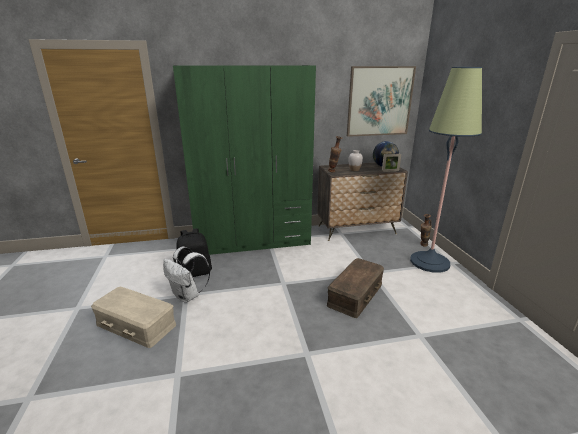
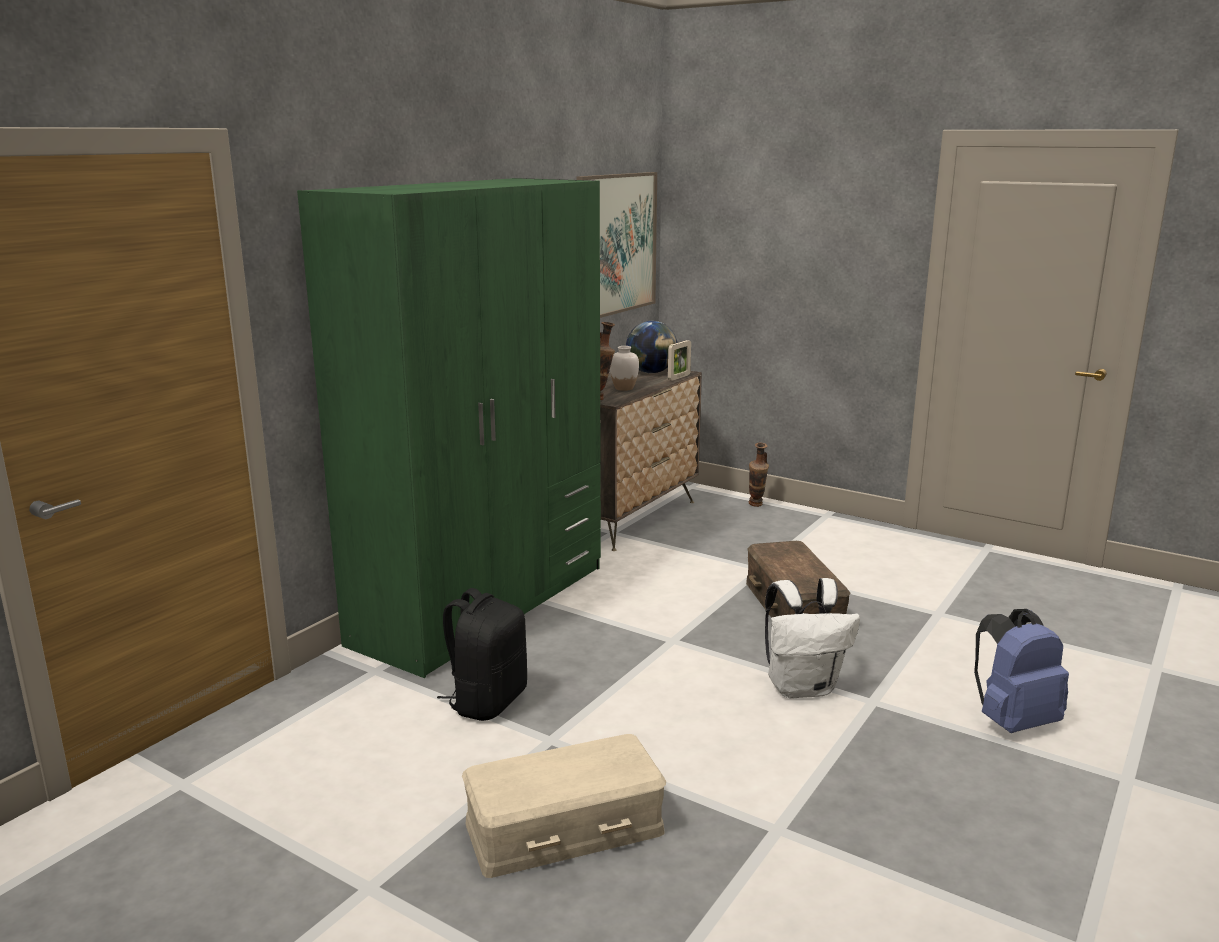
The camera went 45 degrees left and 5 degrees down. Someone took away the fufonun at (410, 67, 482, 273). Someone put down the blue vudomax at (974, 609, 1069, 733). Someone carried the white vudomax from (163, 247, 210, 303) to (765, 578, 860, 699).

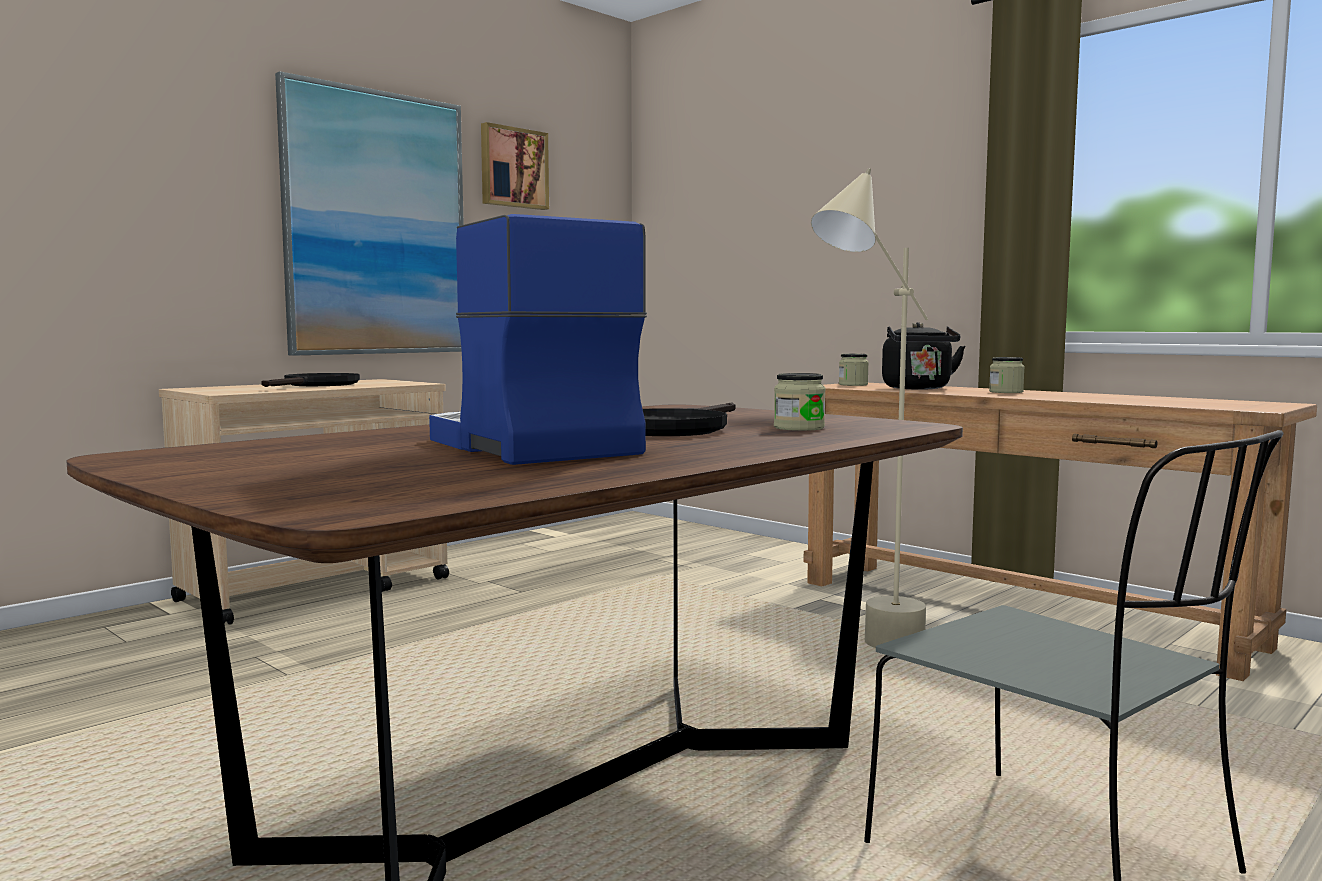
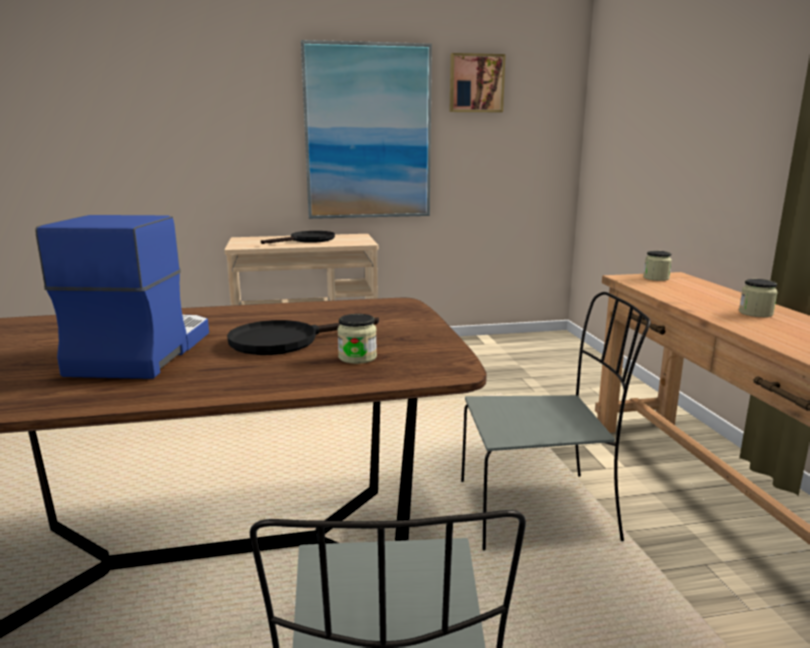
The camera went 35 degrees right and 10 degrees up. Someone took away the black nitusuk at (882, 322, 965, 389). Someone swapped the beige fufonun at (811, 168, 928, 648) for the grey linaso at (461, 292, 651, 550).

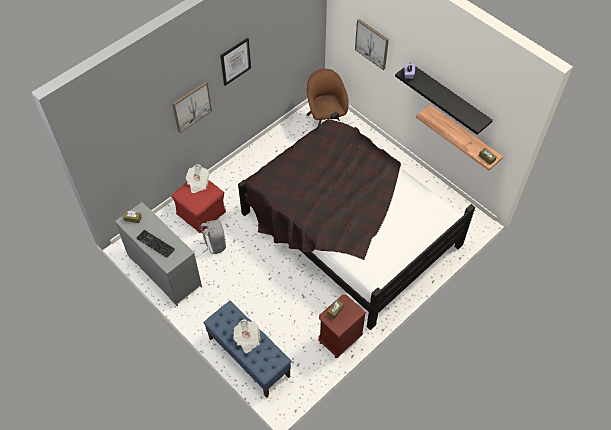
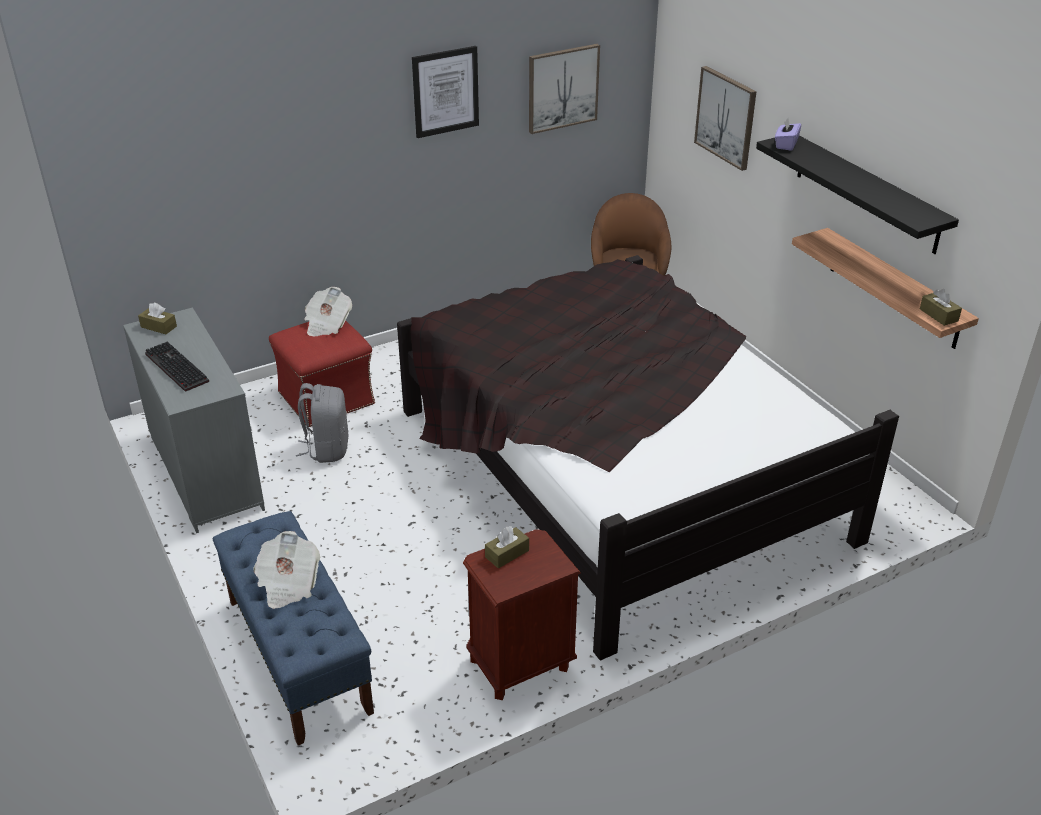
The camera went 15 degrees right and 20 degrees down. Someone carried the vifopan from (172, 81, 212, 133) to (529, 44, 600, 134).

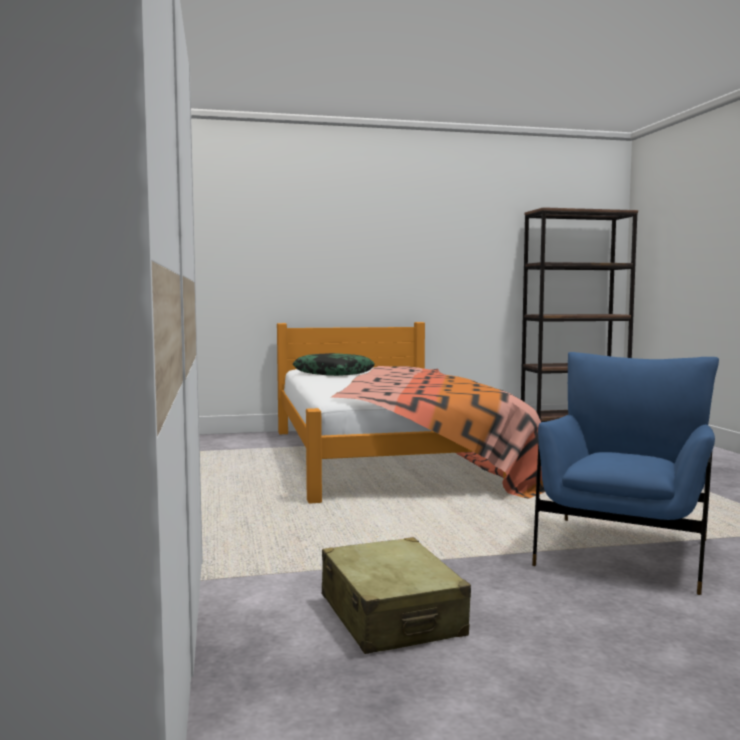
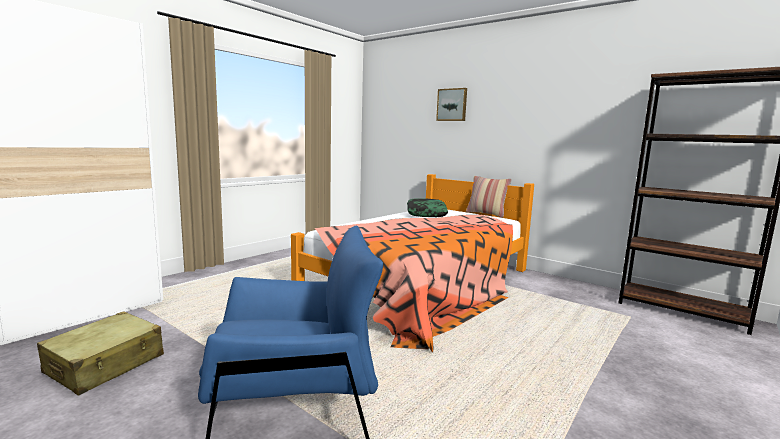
The camera went 50 degrees right and 5 degrees up. Someone put up the vifopan at (436, 88, 467, 121). Someone put down the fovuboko at (466, 176, 512, 218).

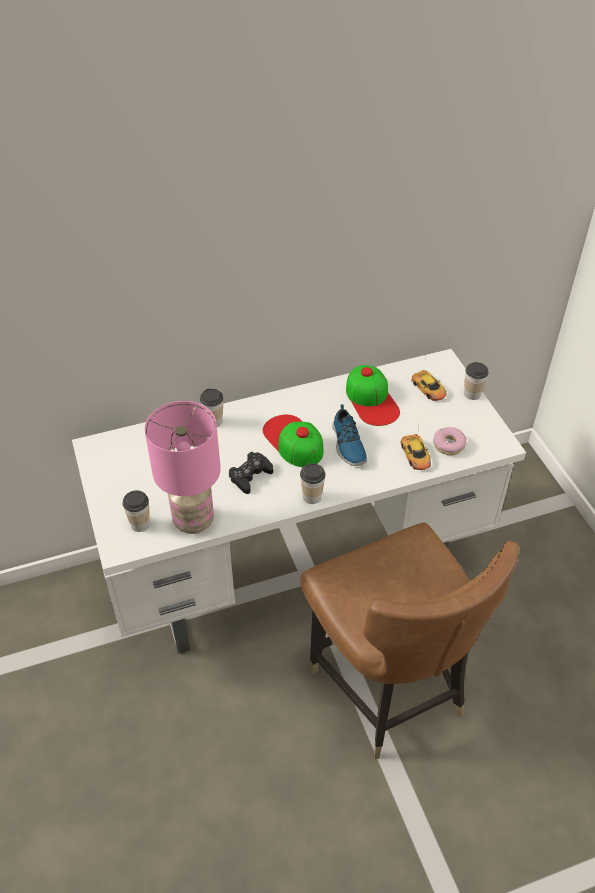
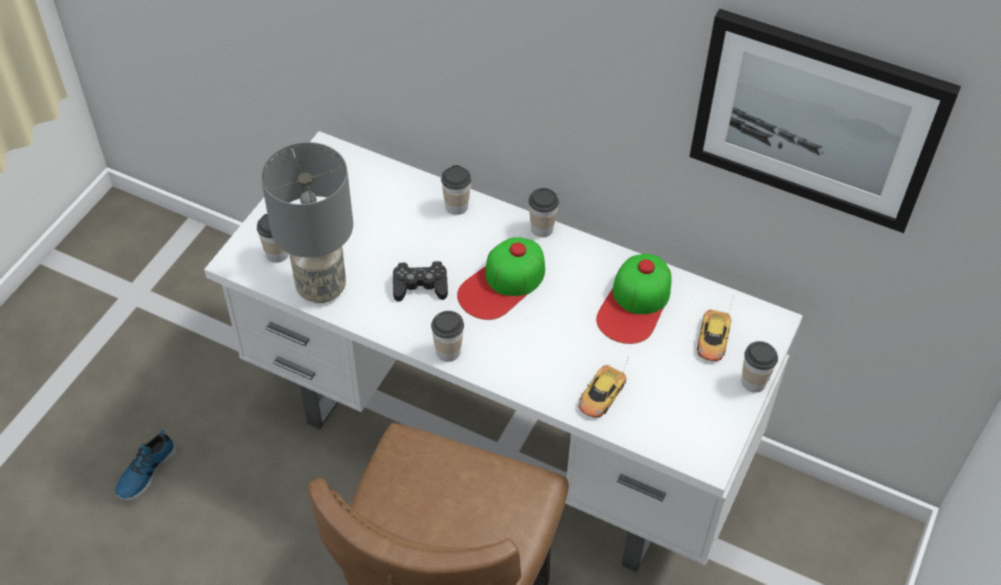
The camera went 45 degrees right and 5 degrees up. Someone took away the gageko at (433, 427, 467, 455). Someone put down the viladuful at (528, 188, 559, 237). Someone put up the vifopan at (689, 9, 961, 233). Someone carried the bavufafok from (332, 404, 367, 466) to (115, 430, 177, 501). Someone repainted the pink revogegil at (144, 401, 221, 534), which became the grey revogegil at (261, 142, 353, 303). Someone rotated the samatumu at (263, 415, 323, 467) by 150 degrees counterclockwise.

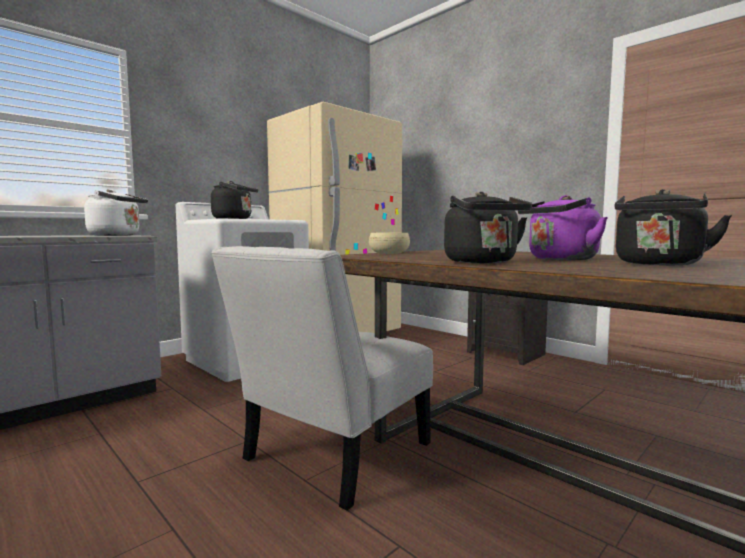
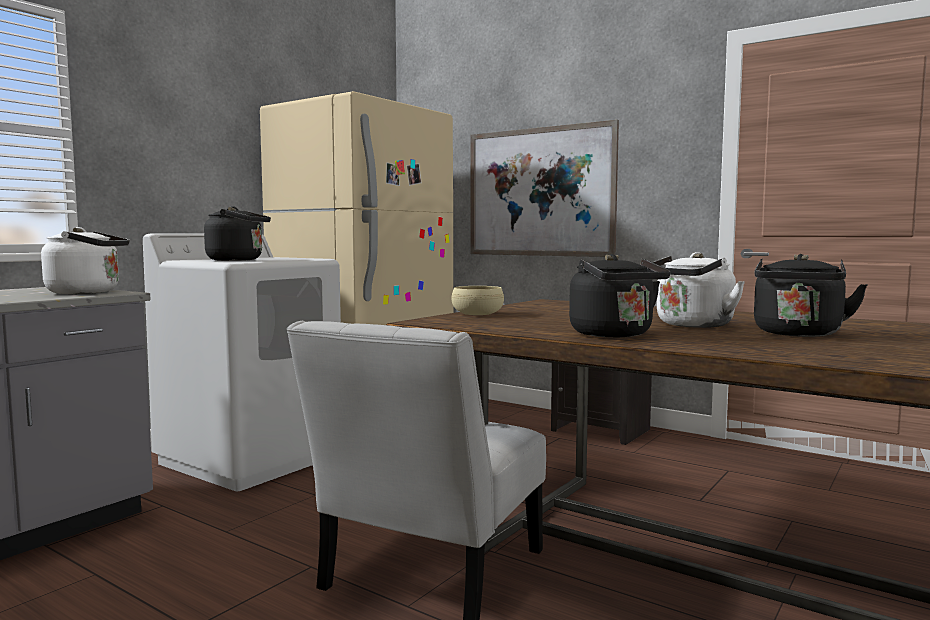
The camera went 10 degrees left and 0 degrees up. Someone put up the vifopan at (470, 120, 619, 257). Someone repainted the purple nitusuk at (518, 195, 608, 260), which became the white nitusuk at (647, 252, 745, 328).

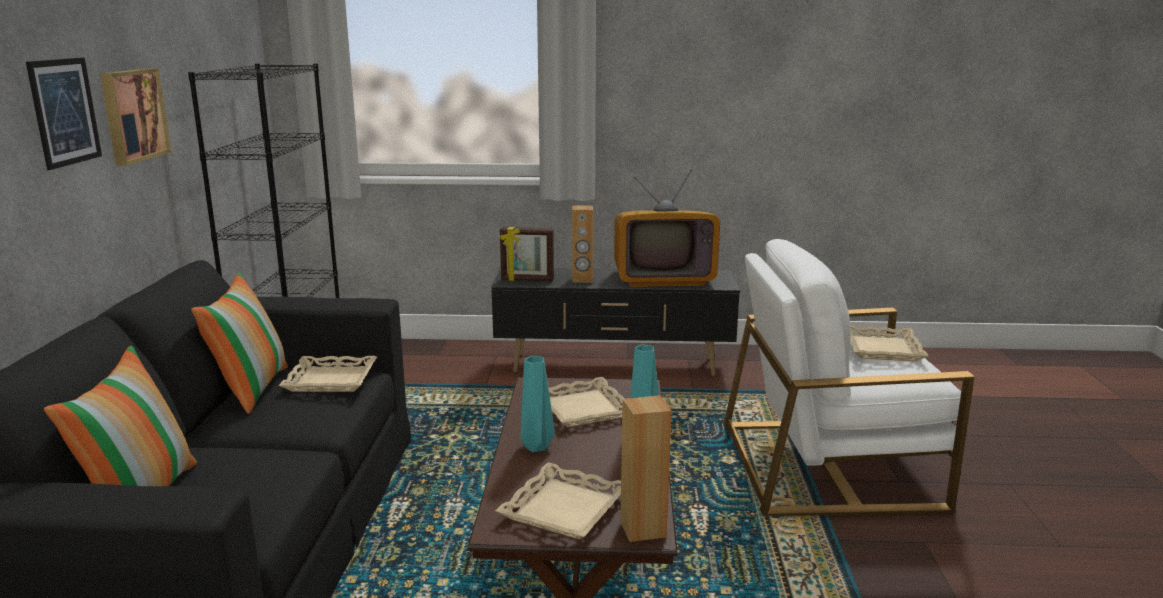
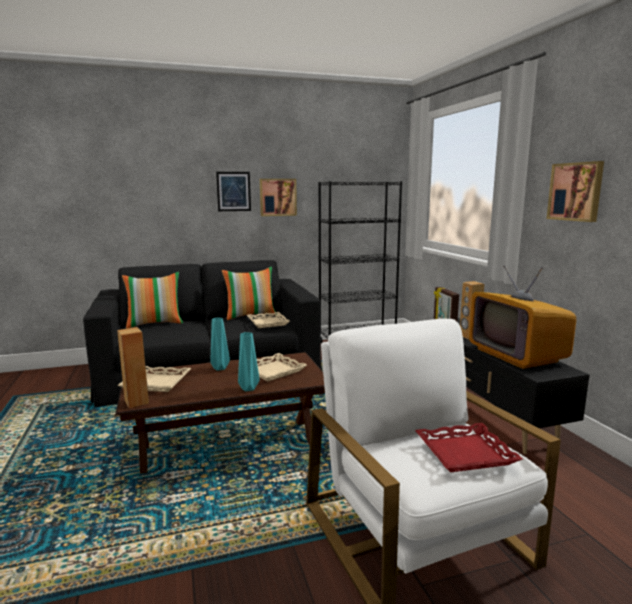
The camera went 70 degrees right and 5 degrees down. Someone put up the vifopan at (547, 161, 604, 222). Someone repainted the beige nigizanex at (850, 325, 928, 362), which became the red nigizanex at (415, 423, 523, 472).

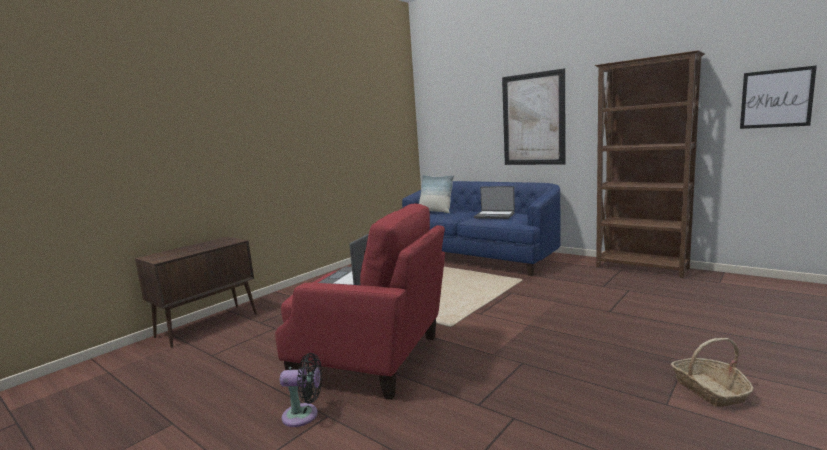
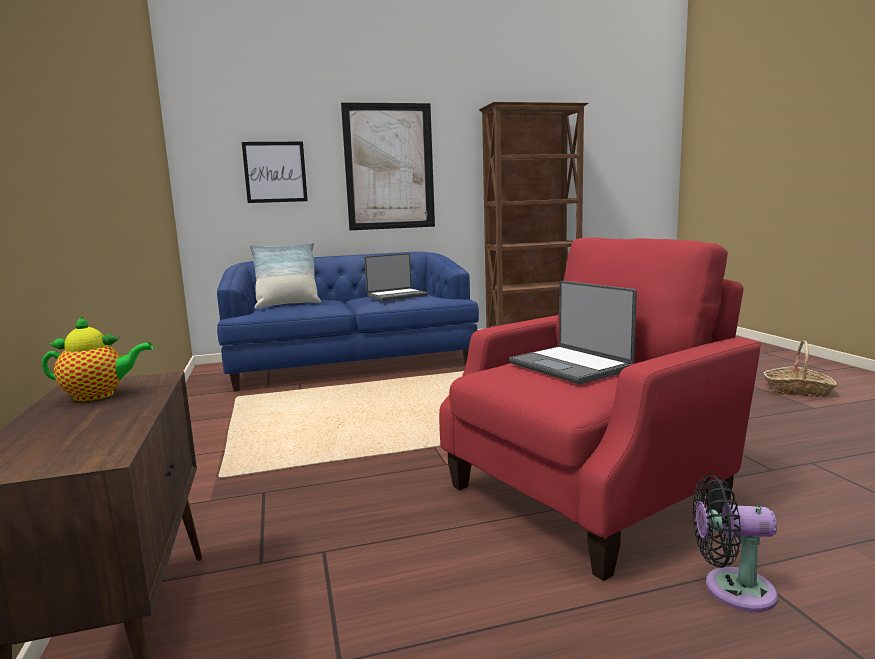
The camera went 55 degrees left and 0 degrees up. Someone put down the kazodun at (41, 316, 153, 401). Someone carried the vifopan from (740, 65, 817, 129) to (242, 142, 308, 203). Someone rotated the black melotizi at (280, 353, 322, 427) by 120 degrees counterclockwise.

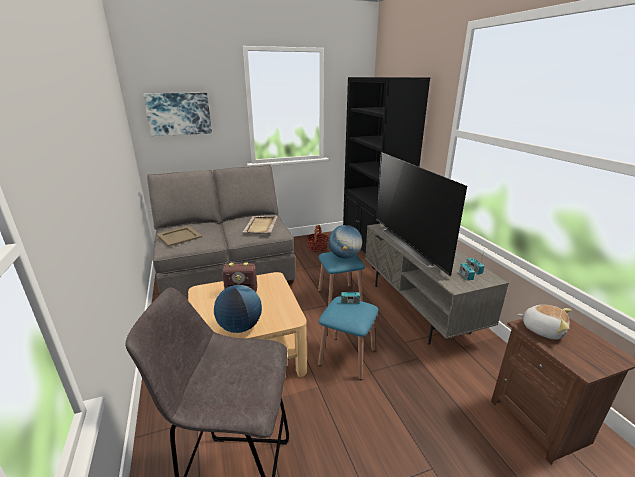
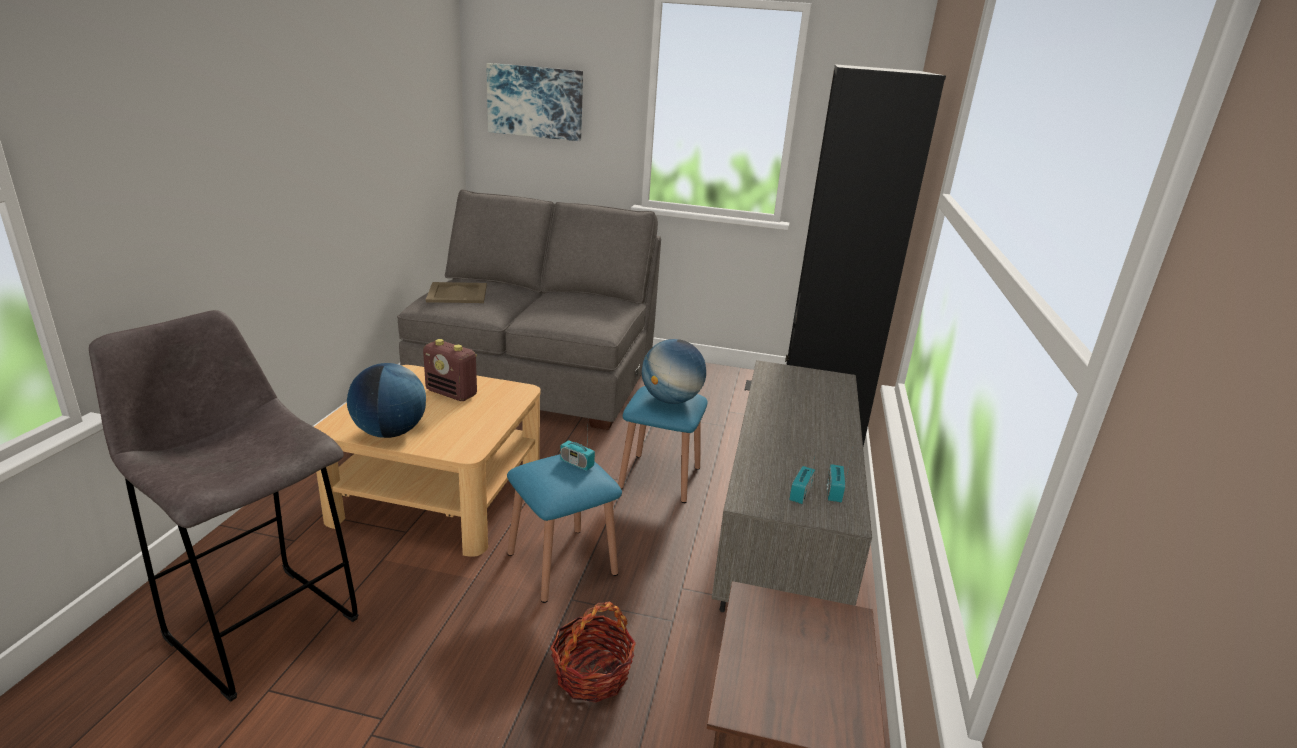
The camera went 30 degrees right and 0 degrees up. Someone took away the beige nigizanex at (243, 215, 278, 234). Someone took away the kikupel at (376, 152, 467, 276). Someone took away the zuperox at (517, 305, 571, 340). Someone carried the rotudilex from (306, 225, 329, 252) to (550, 602, 636, 703).

